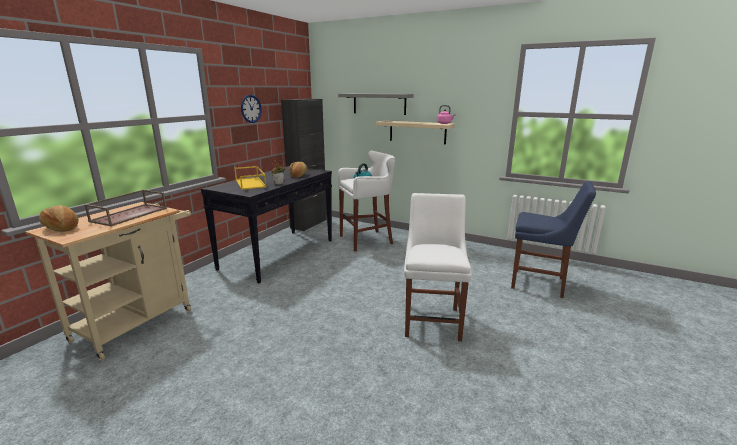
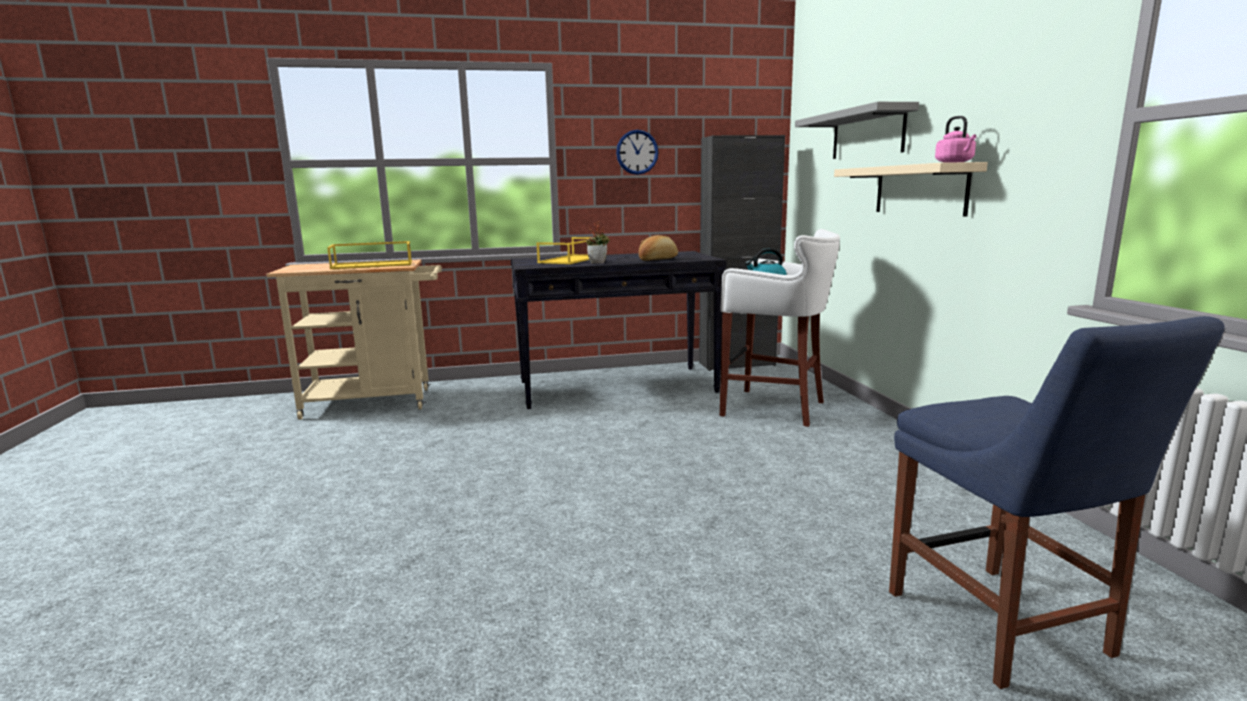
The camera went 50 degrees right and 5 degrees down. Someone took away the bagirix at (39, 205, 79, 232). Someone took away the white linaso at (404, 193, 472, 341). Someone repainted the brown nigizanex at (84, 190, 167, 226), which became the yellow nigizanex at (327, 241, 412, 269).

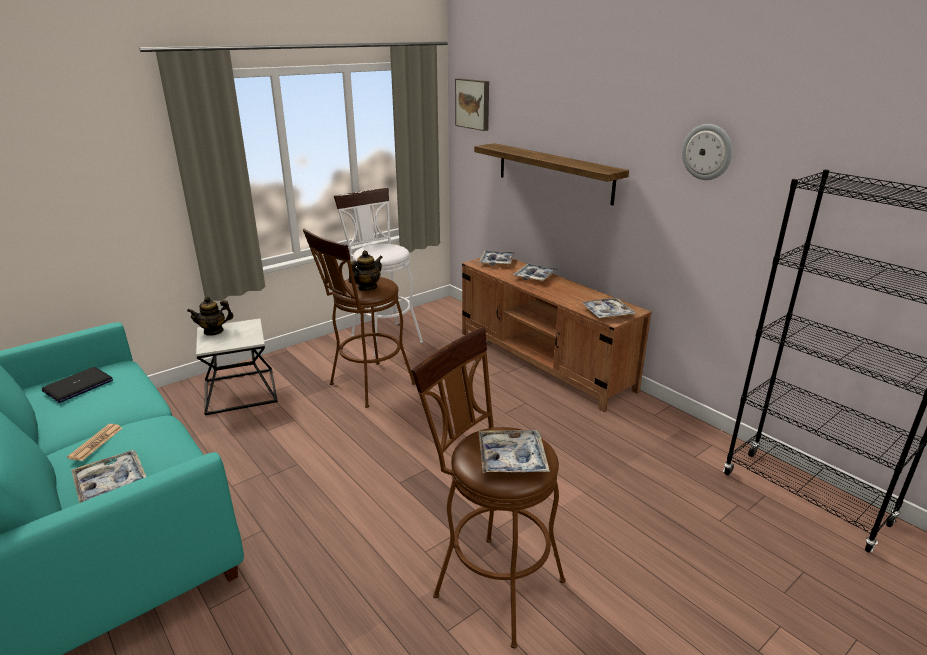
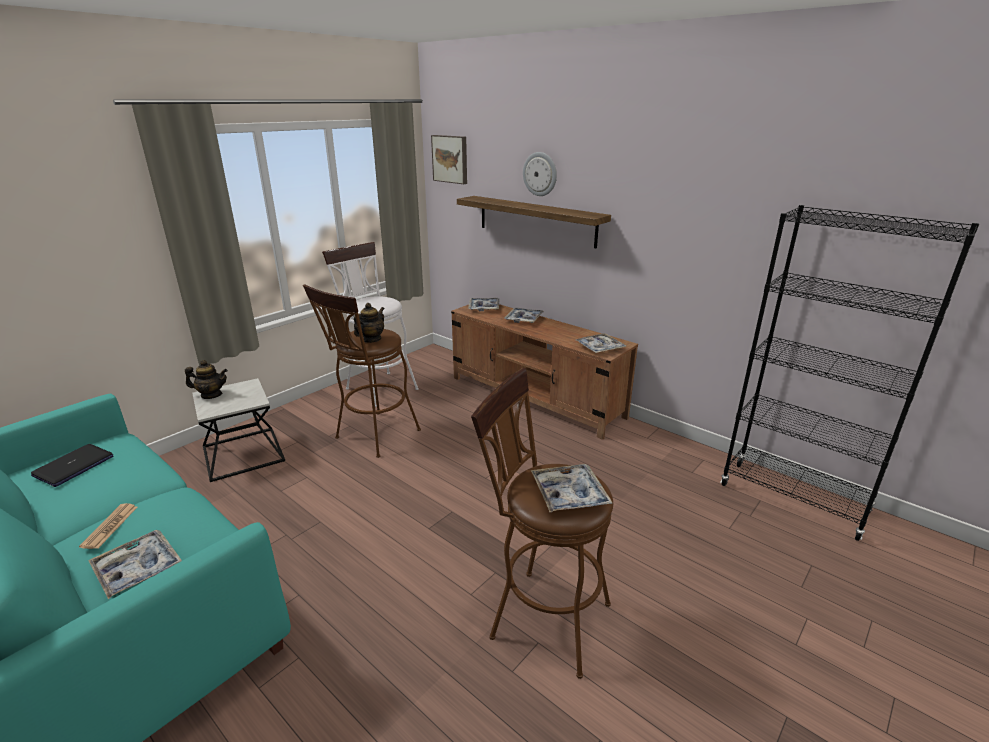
The camera went 10 degrees left and 0 degrees up. Someone carried the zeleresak from (682, 124, 733, 180) to (523, 152, 557, 196). Someone rotated the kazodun at (187, 297, 234, 336) by 150 degrees counterclockwise.

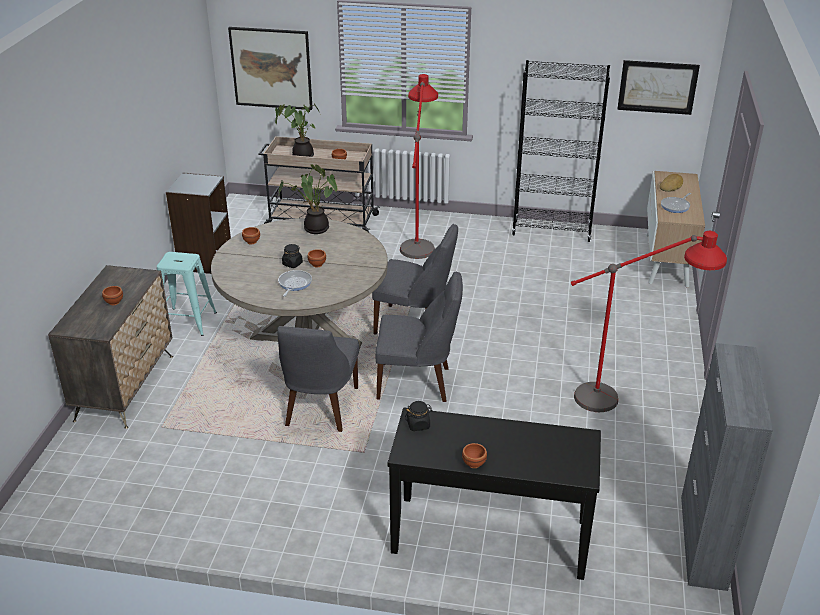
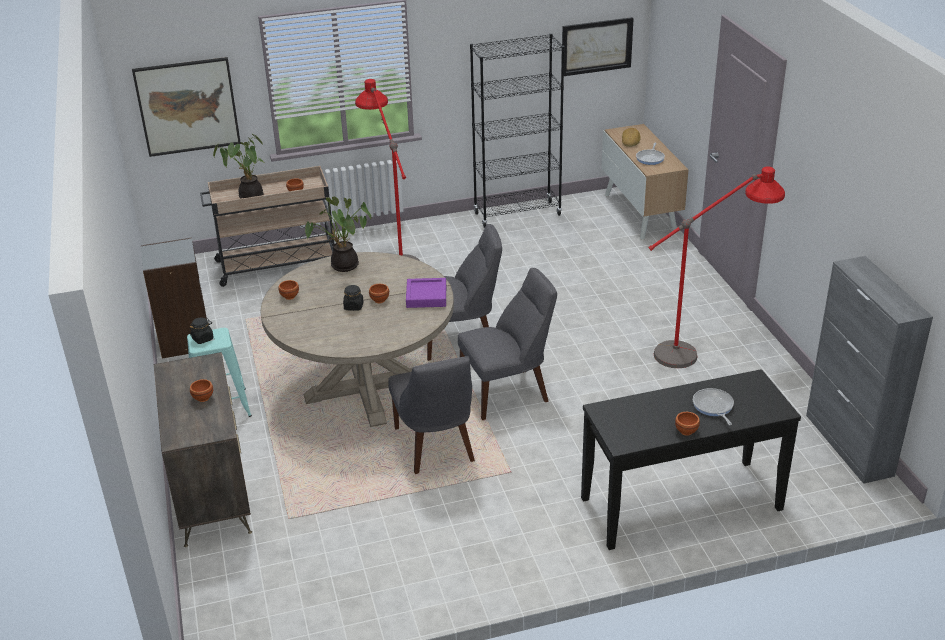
The camera went 25 degrees left and 0 degrees up. Someone put down the purple nigizanex at (406, 278, 446, 308). Someone carried the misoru from (278, 270, 312, 297) to (693, 388, 734, 425). Someone carried the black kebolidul from (405, 401, 432, 431) to (189, 317, 214, 344).

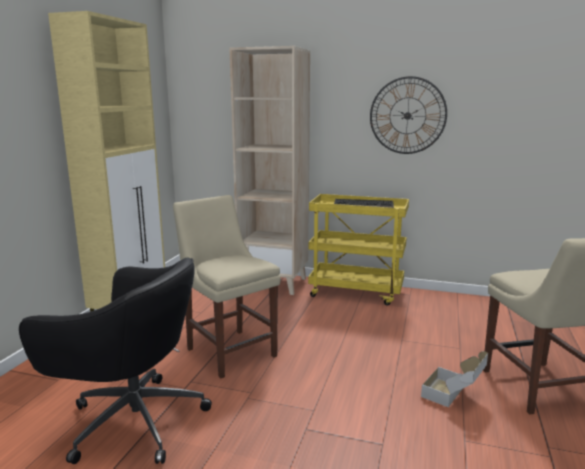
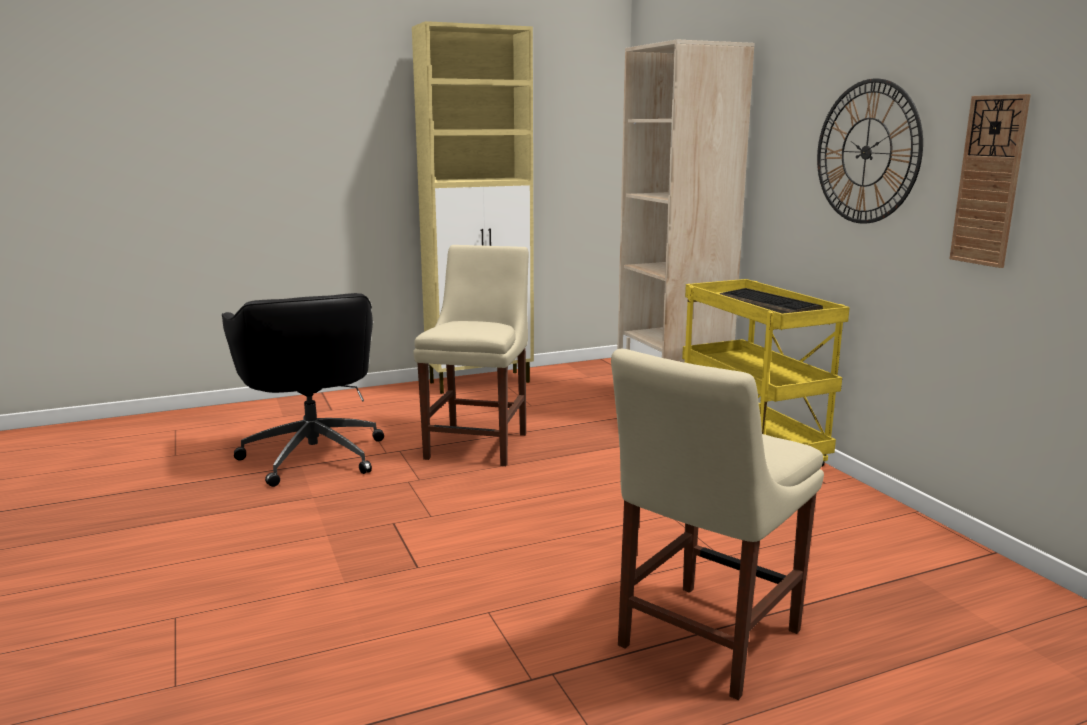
The camera went 50 degrees right and 0 degrees up. Someone took away the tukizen at (421, 351, 488, 407). Someone put up the zeleresak at (949, 94, 1031, 268).

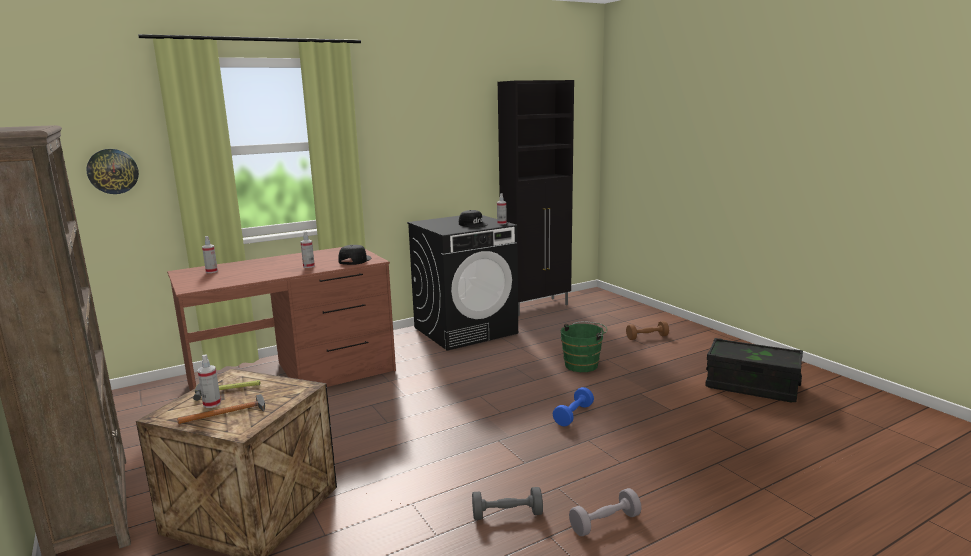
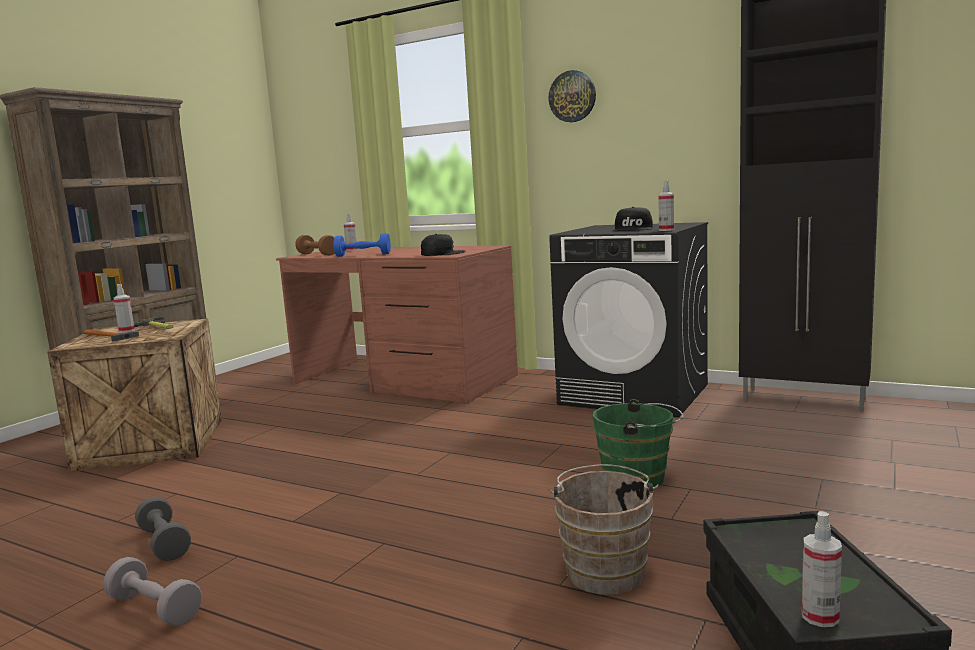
The camera went 60 degrees right and 5 degrees down. Someone put down the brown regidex at (549, 464, 659, 595). Someone carried the zeleresak from (86, 149, 139, 194) to (549, 70, 596, 122). Someone carried the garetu from (301, 231, 315, 268) to (802, 511, 842, 627). Someone carried the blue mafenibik from (553, 387, 594, 426) to (333, 233, 391, 257). Someone carried the brown mafenibik from (626, 321, 669, 340) to (295, 235, 335, 255).

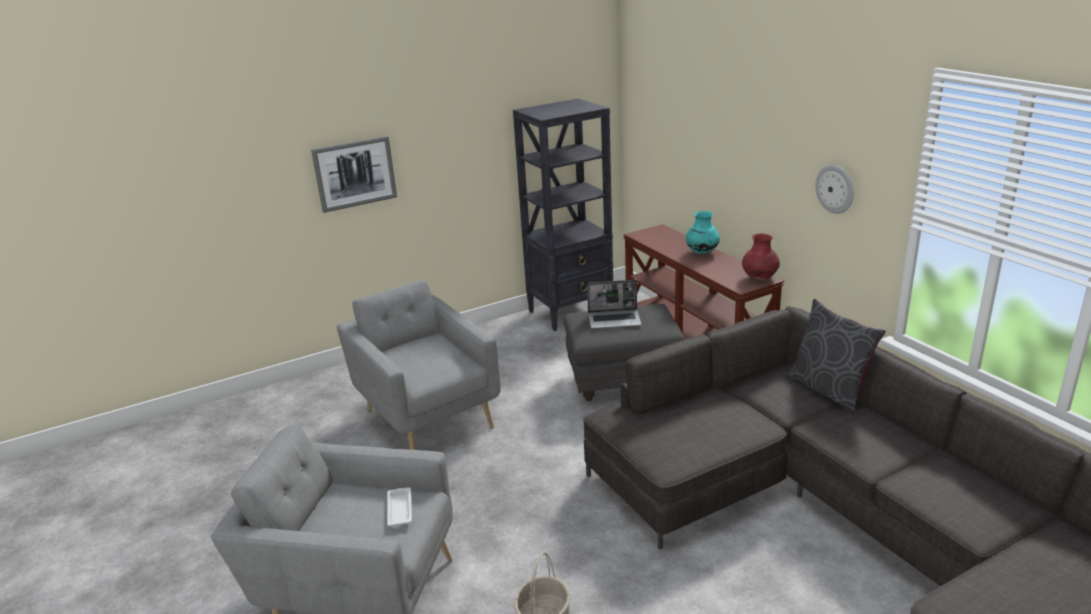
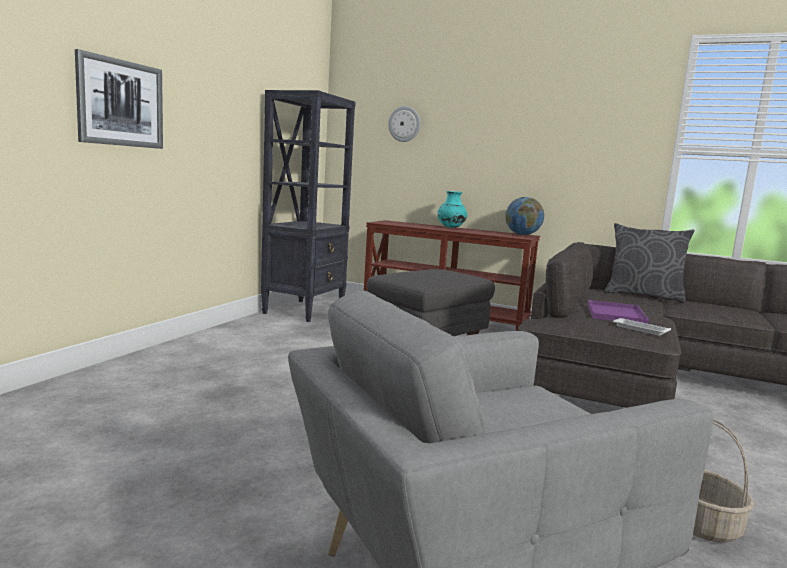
The camera went 40 degrees left and 15 degrees down. Someone took away the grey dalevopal at (337, 280, 501, 450). Someone took away the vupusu at (587, 280, 642, 329). Someone put down the purple nigizanex at (588, 300, 649, 324). Someone carried the white nigizanex from (387, 487, 412, 526) to (613, 318, 671, 336). Someone carried the zeleresak from (816, 165, 854, 214) to (388, 106, 421, 142). Someone swapped the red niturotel at (742, 233, 780, 280) for the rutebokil at (505, 197, 544, 235).

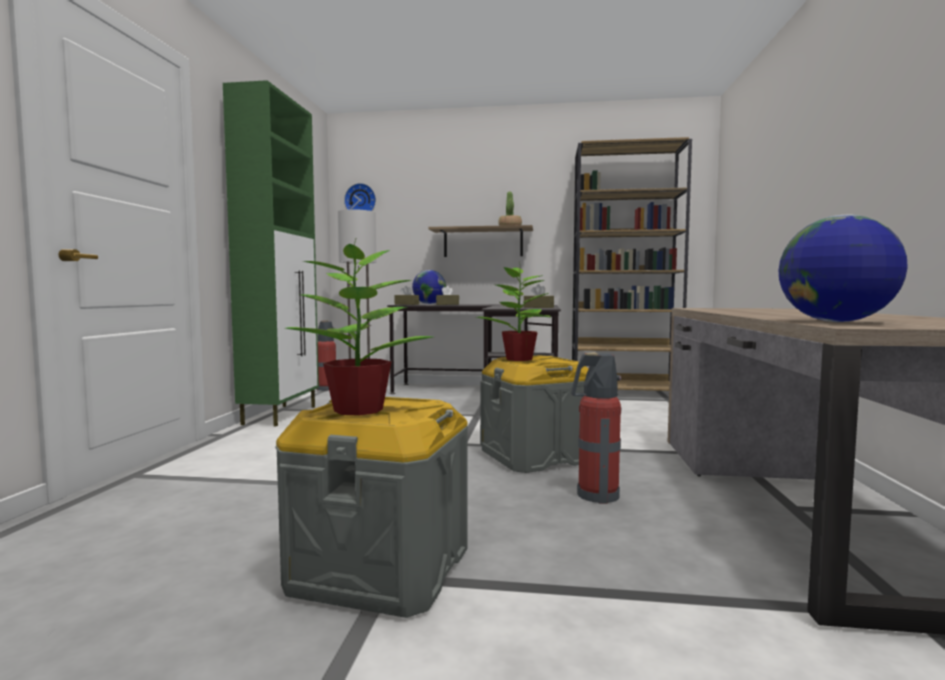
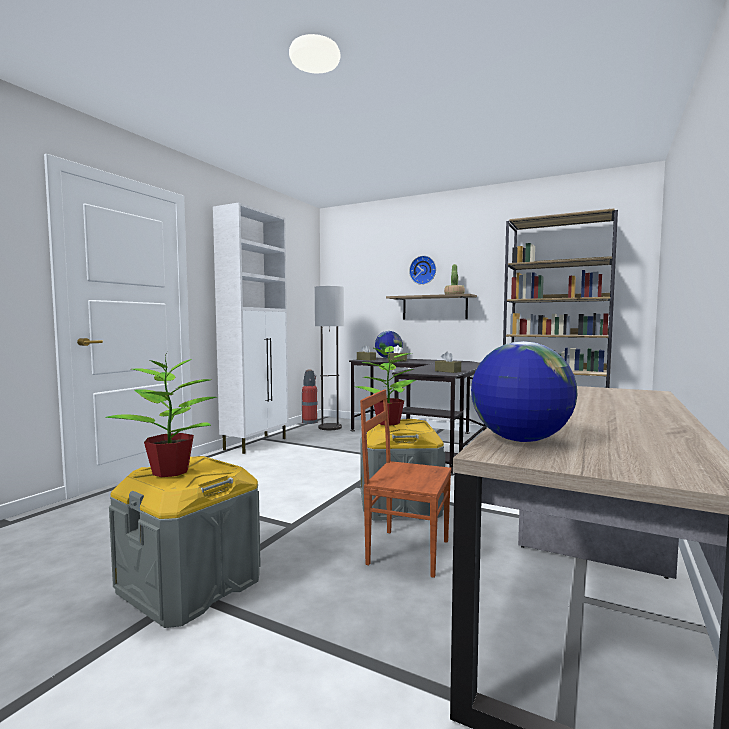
The camera went 20 degrees right and 0 degrees up. Someone carried the zeleresak from (344, 183, 376, 211) to (409, 256, 436, 285). Someone swapped the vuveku at (571, 352, 621, 504) for the brown linaso at (360, 389, 452, 578). Someone repainted the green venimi at (223, 80, 319, 427), which became the white venimi at (213, 202, 289, 454).

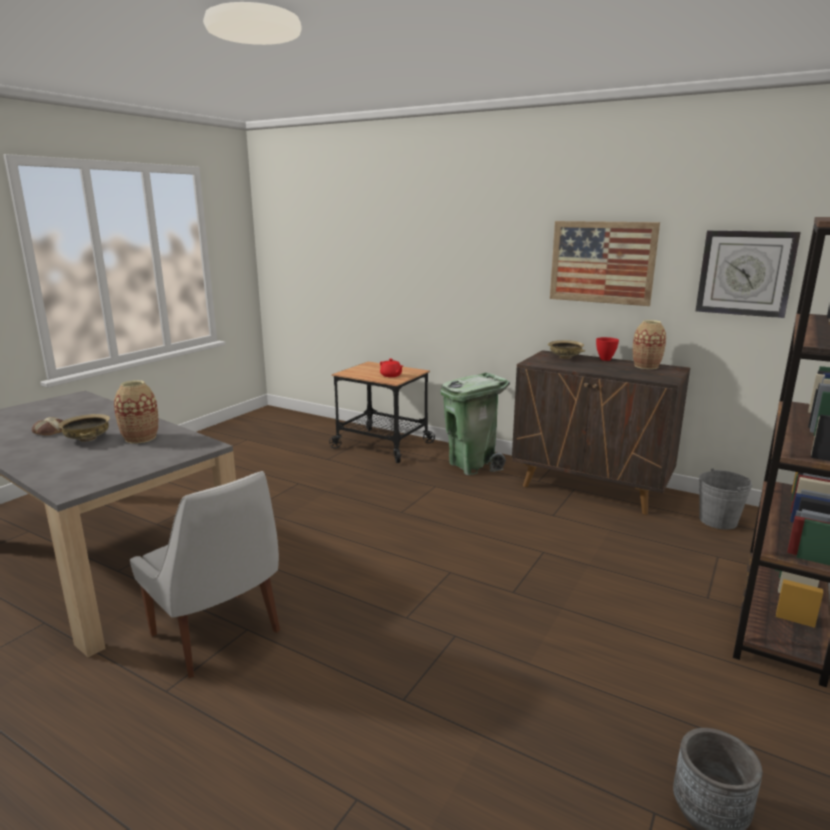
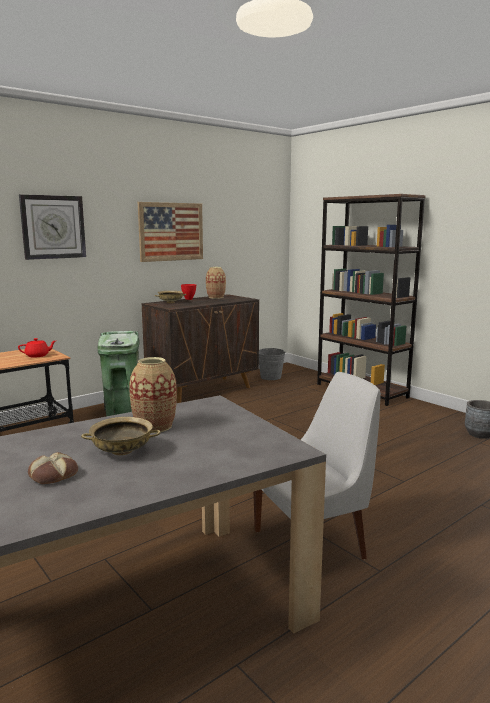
The camera went 70 degrees left and 5 degrees down. Someone carried the zeleresak from (696, 230, 801, 318) to (19, 194, 86, 260).

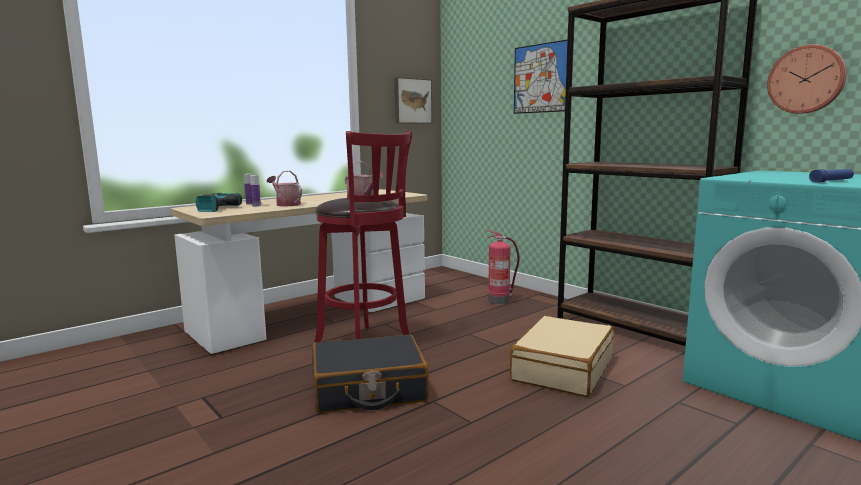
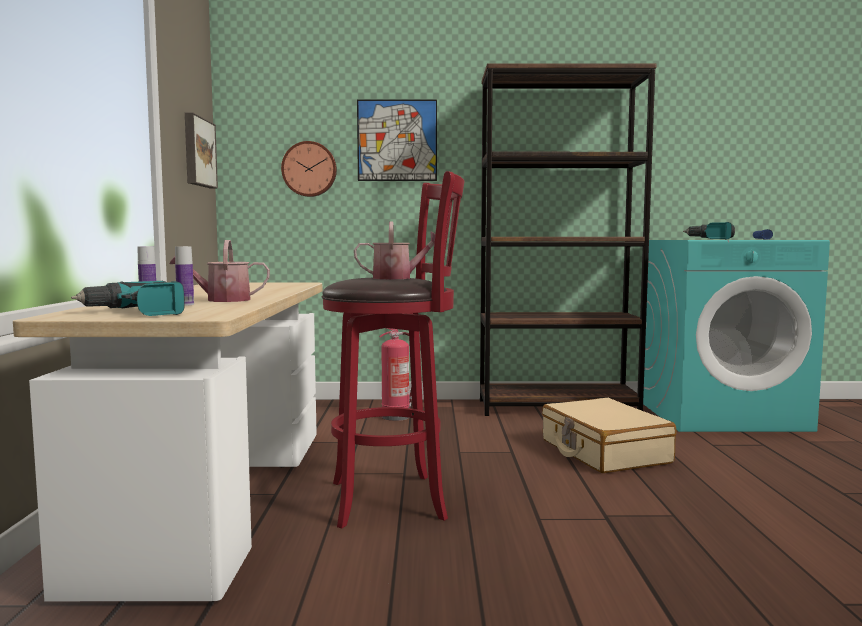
The camera went 50 degrees left and 5 degrees down. Someone took away the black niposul at (312, 335, 429, 413). Someone put down the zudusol at (683, 222, 735, 240). Someone carried the zeleresak from (767, 44, 847, 114) to (281, 141, 337, 197).

